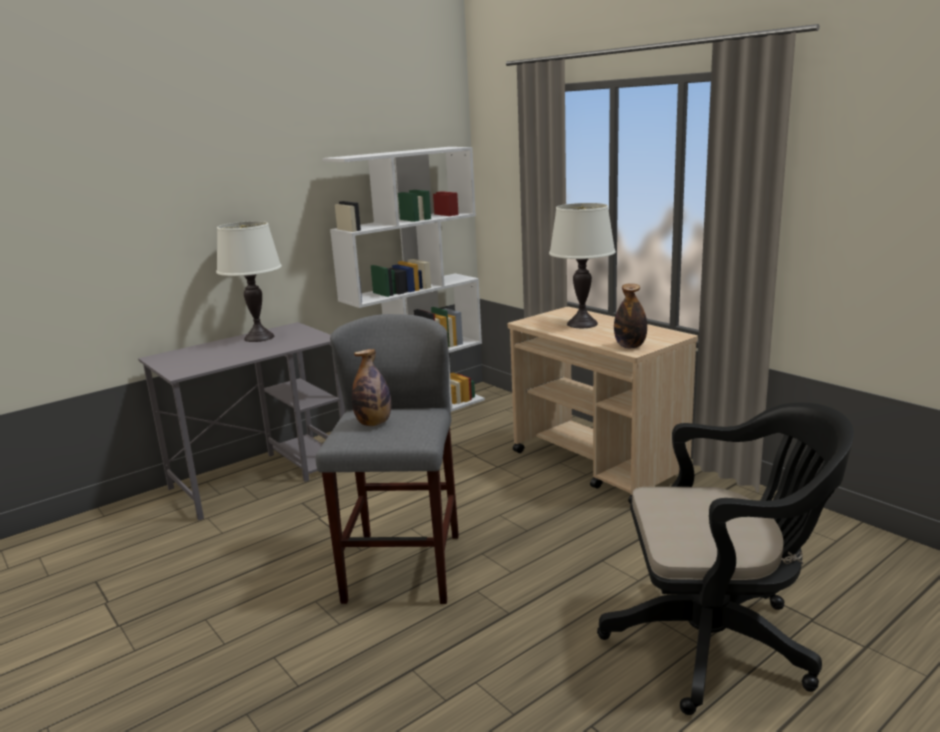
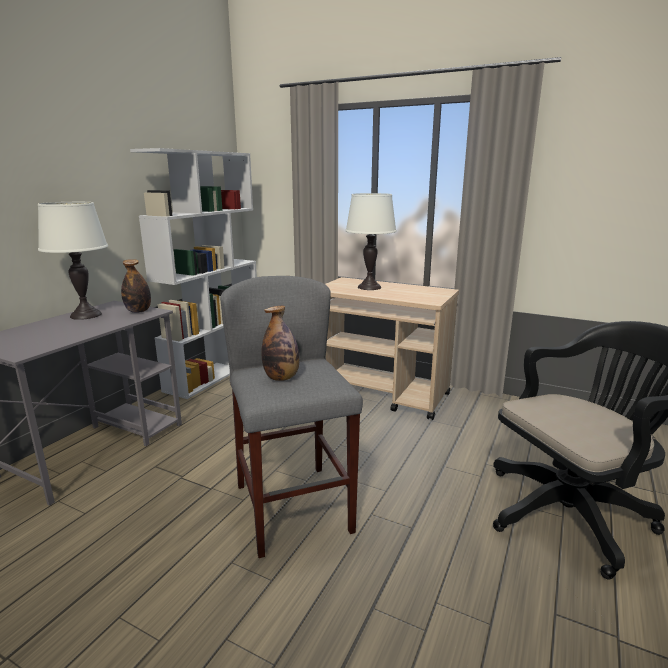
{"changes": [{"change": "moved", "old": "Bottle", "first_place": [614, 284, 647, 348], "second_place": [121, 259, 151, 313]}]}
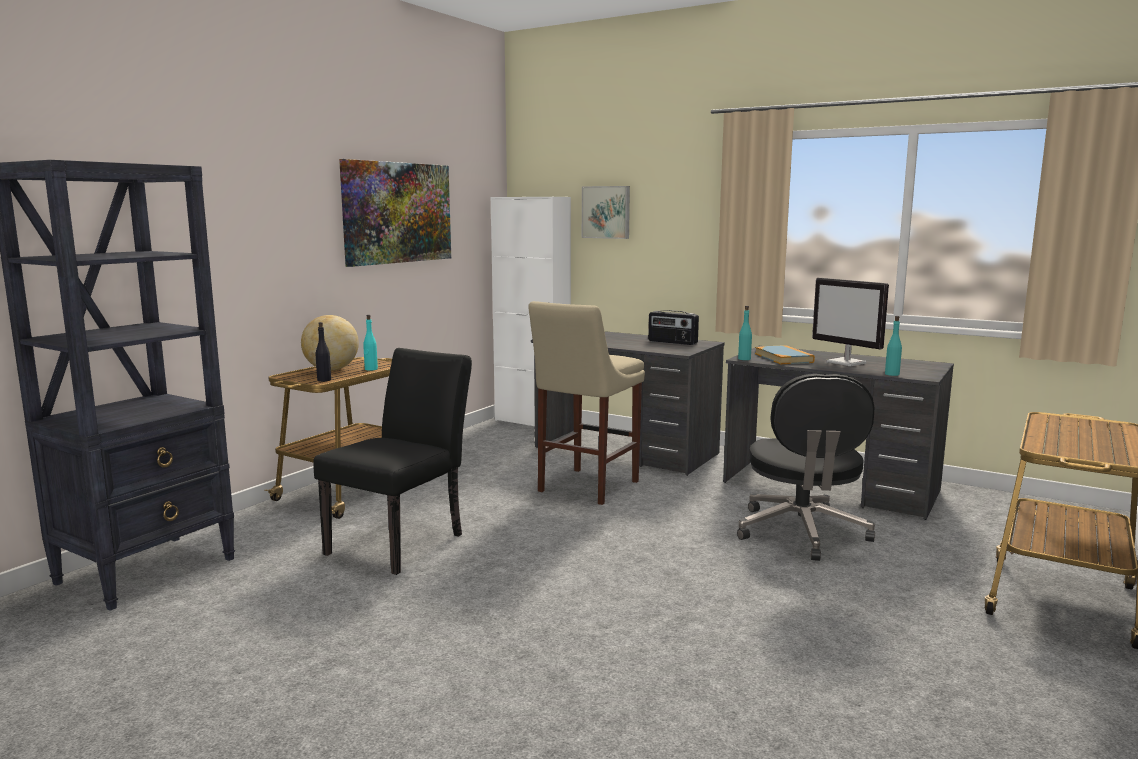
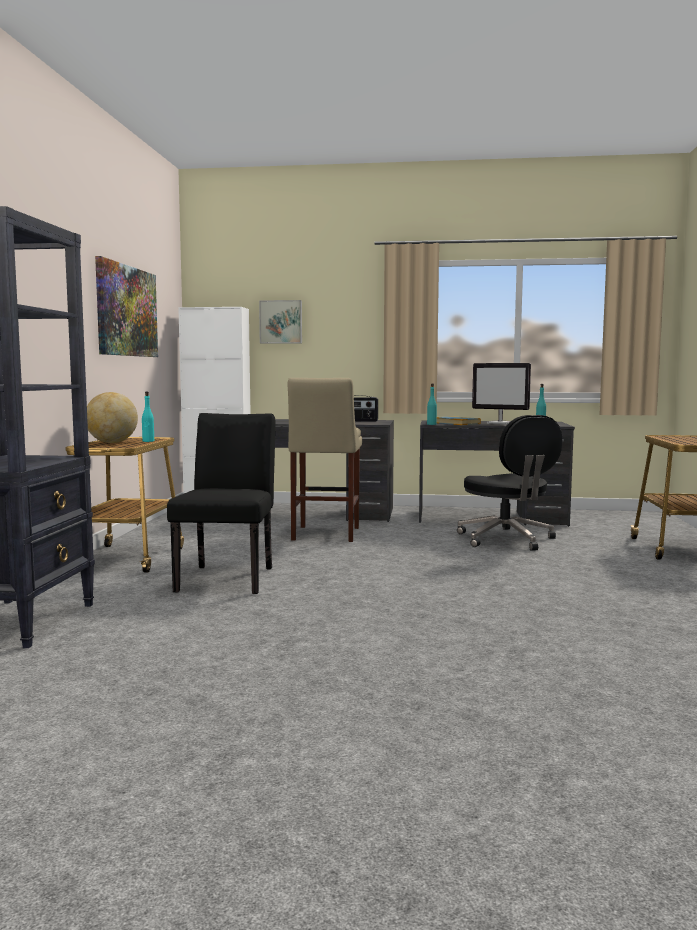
{"changes": [{"change": "removed", "old": "BlackBottle", "first_place": [316, 322, 331, 382]}]}
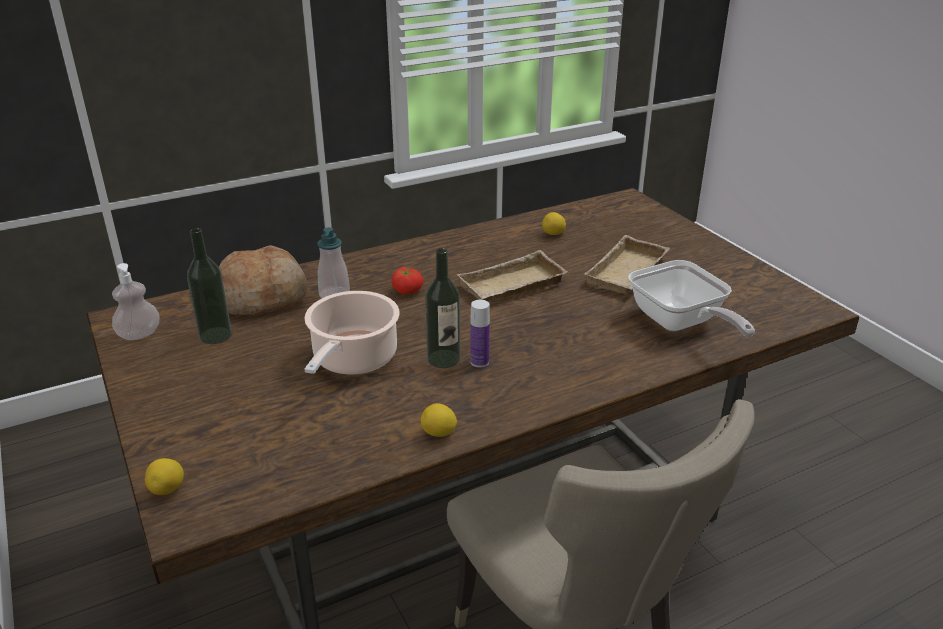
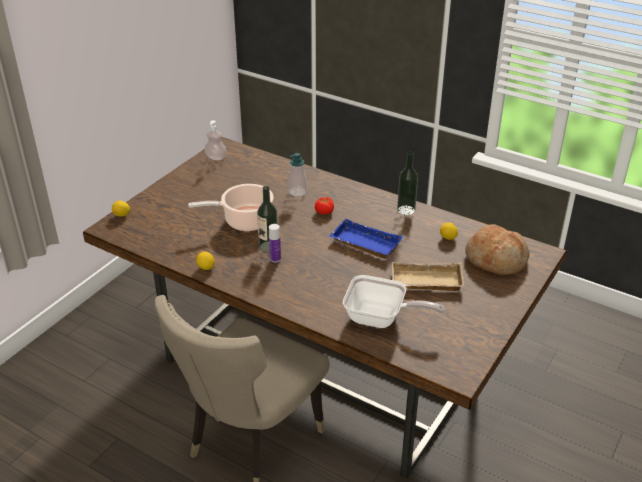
{"changes": [{"change": "moved", "old": "Bottle", "first_place": [187, 228, 232, 344], "second_place": [397, 151, 418, 216]}, {"change": "moved", "old": "Bread", "first_place": [219, 245, 307, 316], "second_place": [465, 224, 529, 275]}, {"change": "recoloured", "old": "BeigeTray", "new": "BlueTray", "first_place": [457, 250, 568, 302], "second_place": [329, 219, 403, 259]}, {"change": "turned", "old": "FryingPan", "first_place": [628, 260, 755, 337], "second_place": [343, 275, 445, 328], "degrees": -105}]}
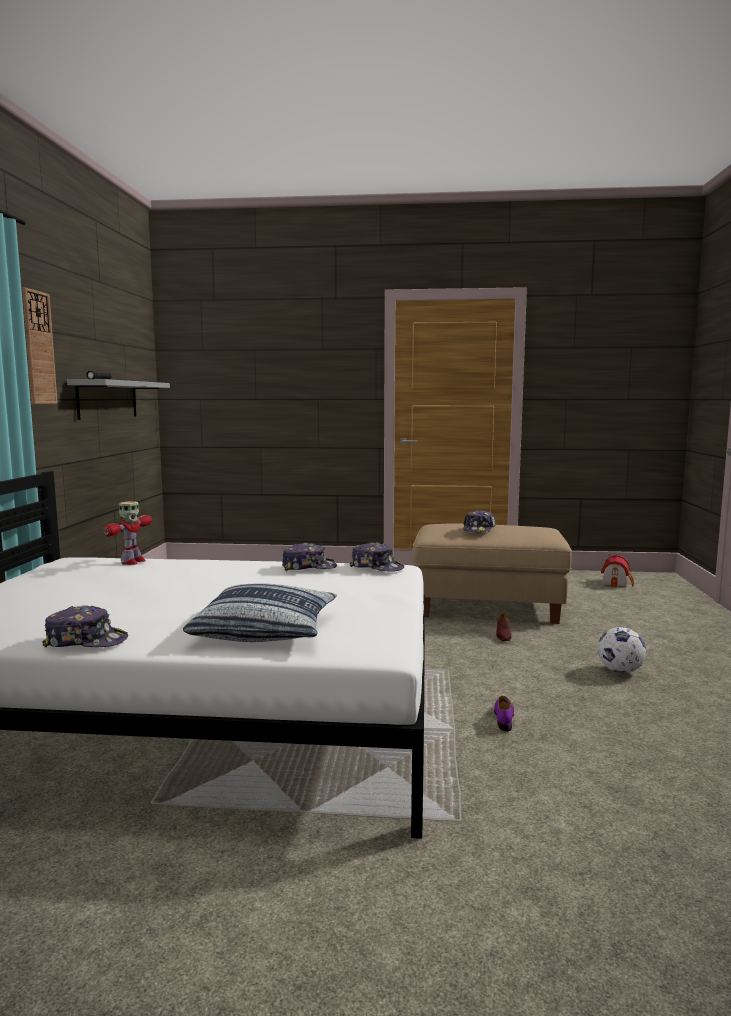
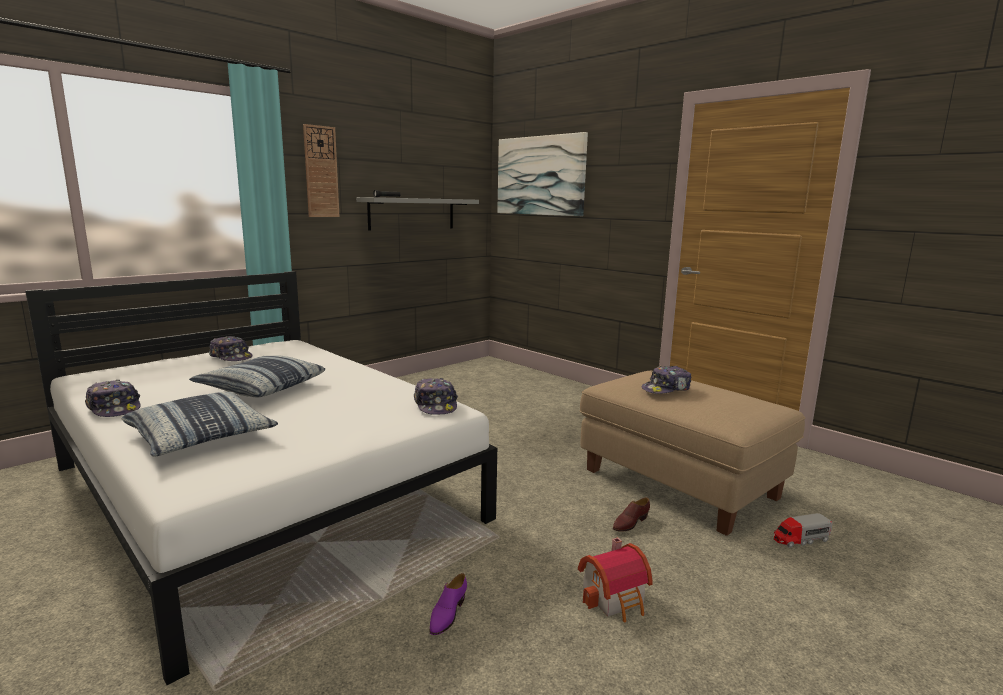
{"changes": [{"change": "removed", "old": "ToyRobot", "first_place": [103, 501, 152, 565]}, {"change": "removed", "old": "Football", "first_place": [598, 627, 646, 673]}, {"change": "added", "new": "Pillow", "second_place": [189, 355, 325, 397]}, {"change": "added", "new": "Picture", "second_place": [497, 132, 588, 216]}, {"change": "added", "new": "ToyTruck", "second_place": [774, 513, 833, 548]}, {"change": "moved", "old": "Cap", "first_place": [282, 543, 337, 571], "second_place": [209, 336, 252, 361]}, {"change": "moved", "old": "ToyHouse", "first_place": [601, 554, 634, 587], "second_place": [578, 537, 653, 622]}, {"change": "turned", "old": "PurpleShoe", "first_place": [494, 696, 514, 732], "second_place": [429, 573, 467, 635], "degrees": 150}]}
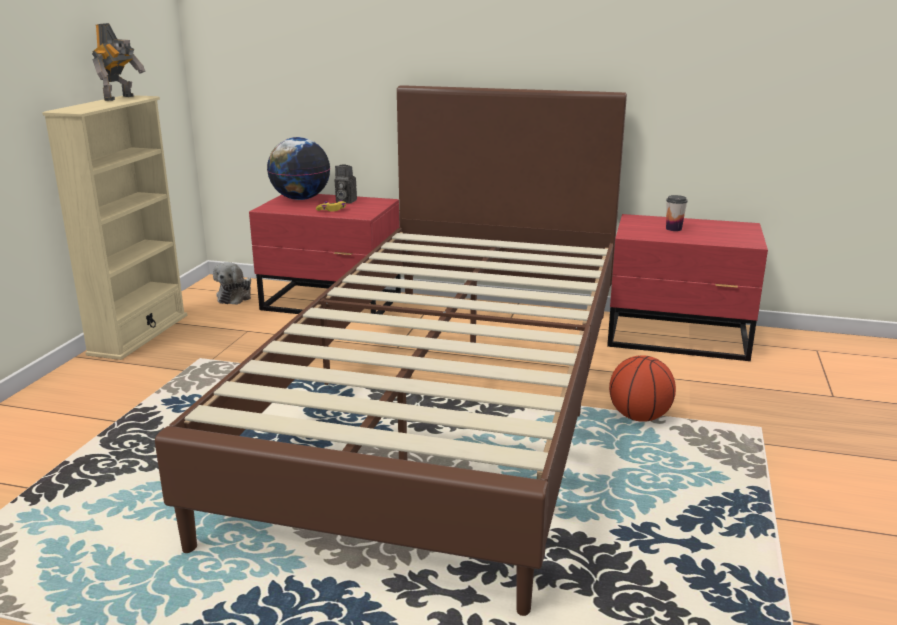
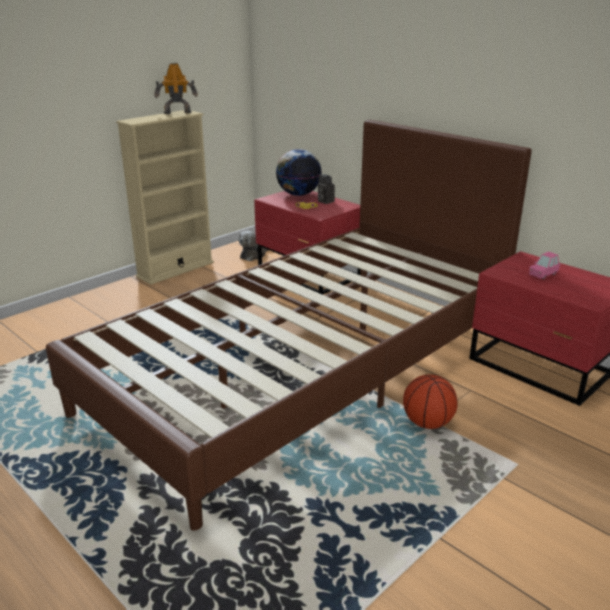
{"changes": [{"change": "replaced", "old": "Cup", "new": "PinkToyCar", "first_place": [666, 195, 688, 231], "second_place": [529, 252, 560, 279]}, {"change": "turned", "old": "ToyRobot", "first_place": [92, 23, 145, 101], "second_place": [154, 63, 198, 114], "degrees": -150}]}
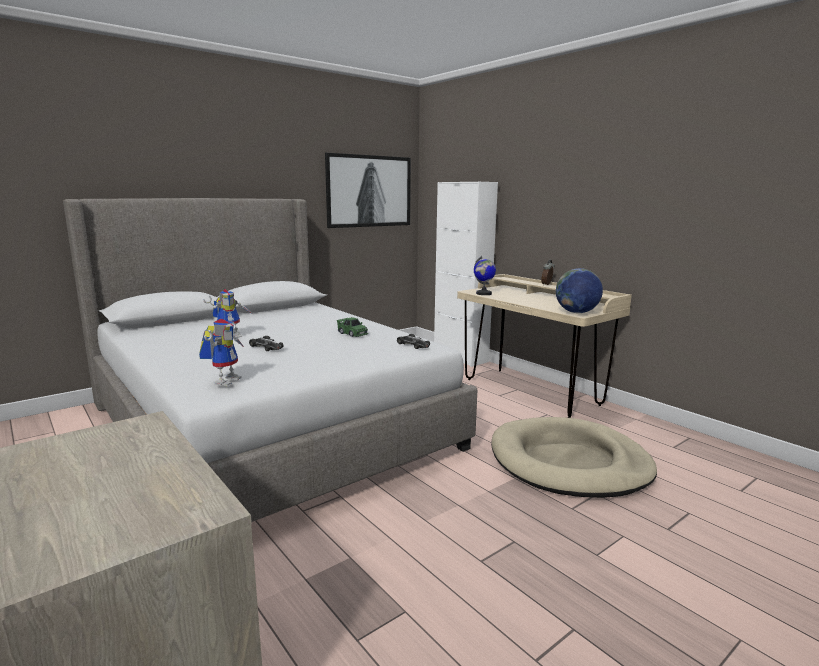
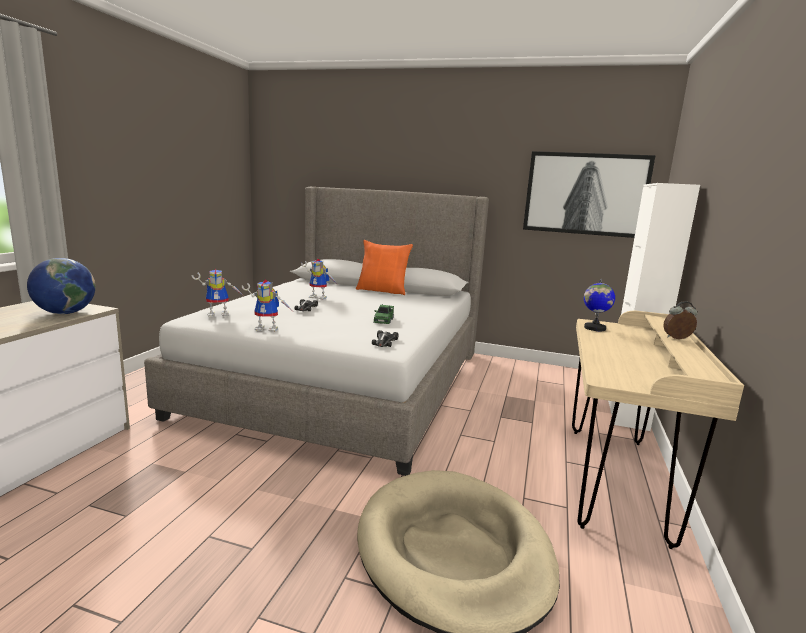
{"changes": [{"change": "added", "new": "ToyRobot", "second_place": [242, 279, 292, 332]}, {"change": "added", "new": "OrangePillow", "second_place": [356, 240, 413, 295]}, {"change": "moved", "old": "Globe", "first_place": [556, 268, 603, 313], "second_place": [27, 258, 96, 314]}]}
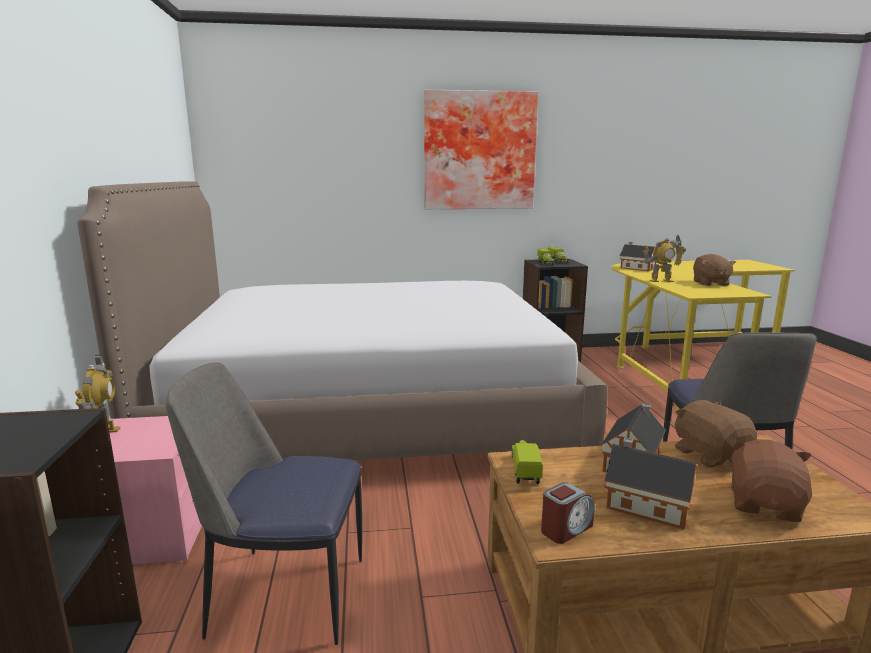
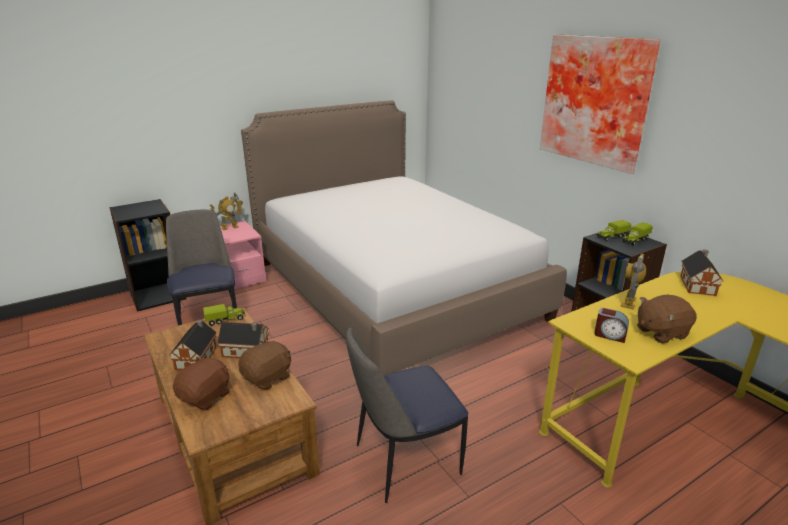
{"changes": [{"change": "moved", "old": "AlarmClock", "first_place": [541, 482, 595, 544], "second_place": [594, 308, 629, 343]}, {"change": "turned", "old": "ToyRobot", "first_place": [643, 235, 686, 282], "second_place": [620, 254, 646, 310], "degrees": 60}, {"change": "turned", "old": "BrownPlushToy", "first_place": [730, 439, 812, 522], "second_place": [173, 356, 230, 410], "degrees": -60}]}
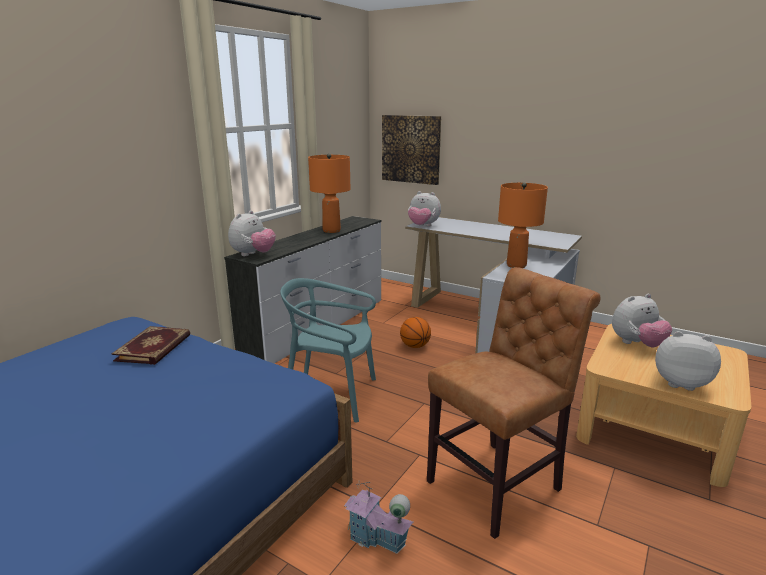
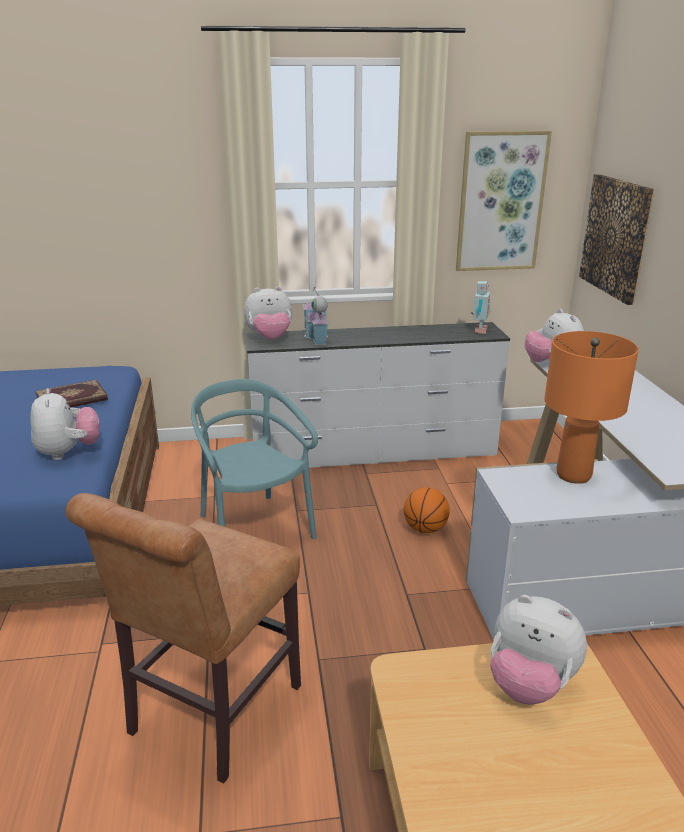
{"changes": [{"change": "removed", "old": "OrangeTableLamp", "first_place": [308, 153, 350, 233]}, {"change": "added", "new": "Picture", "second_place": [456, 131, 552, 271]}, {"change": "added", "new": "ToyRobot", "second_place": [471, 281, 491, 334]}, {"change": "moved", "old": "ToyHouse", "first_place": [344, 482, 413, 554], "second_place": [303, 286, 329, 345]}, {"change": "moved", "old": "PlushToy", "first_place": [655, 331, 721, 391], "second_place": [30, 388, 100, 460]}, {"change": "turned", "old": "BrownChair", "first_place": [427, 267, 601, 539], "second_place": [65, 493, 301, 783], "degrees": 105}]}
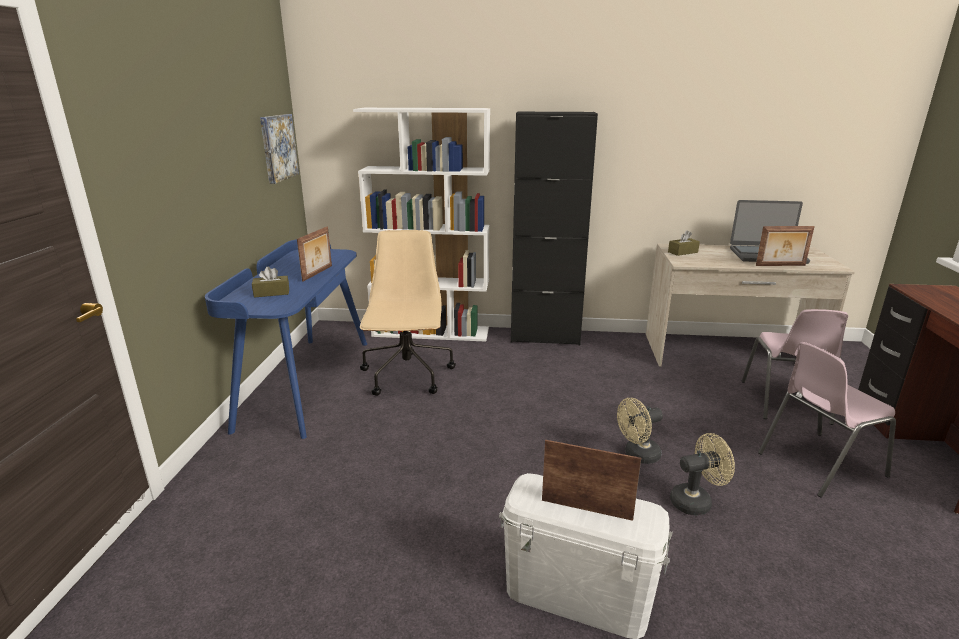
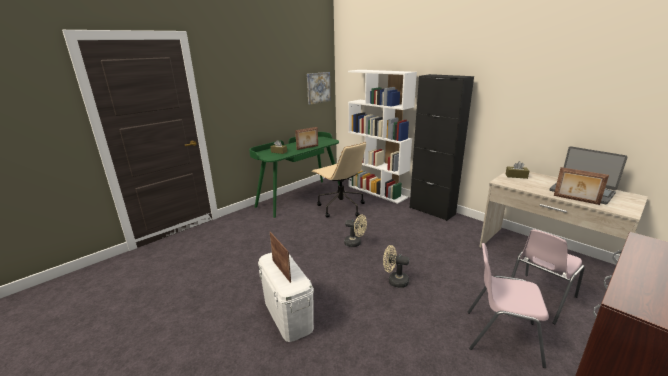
{"changes": [{"change": "moved", "old": "BeigeFan", "first_place": [670, 433, 735, 515], "second_place": [344, 214, 367, 247]}, {"change": "recoloured", "old": "BlueDesk", "new": "GreenDesk", "first_place": [205, 239, 367, 439], "second_place": [249, 132, 340, 218]}, {"change": "turned", "old": "BeigeOfficeChair", "first_place": [360, 230, 456, 396], "second_place": [311, 142, 366, 217], "degrees": 105}]}
